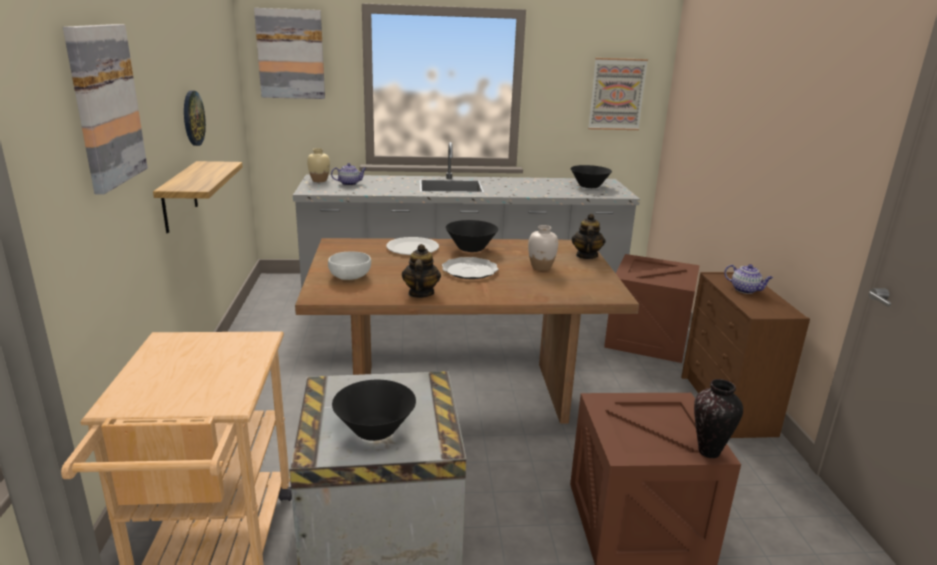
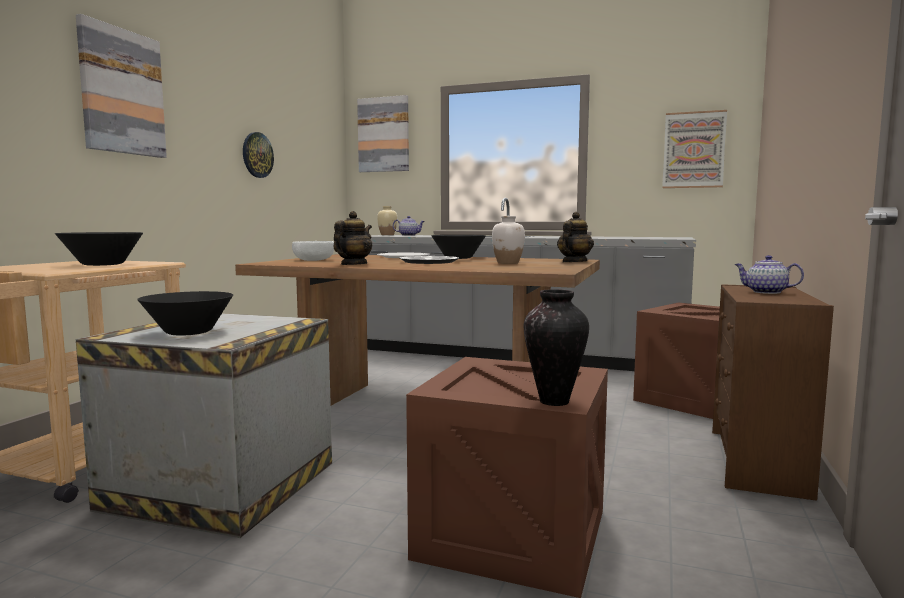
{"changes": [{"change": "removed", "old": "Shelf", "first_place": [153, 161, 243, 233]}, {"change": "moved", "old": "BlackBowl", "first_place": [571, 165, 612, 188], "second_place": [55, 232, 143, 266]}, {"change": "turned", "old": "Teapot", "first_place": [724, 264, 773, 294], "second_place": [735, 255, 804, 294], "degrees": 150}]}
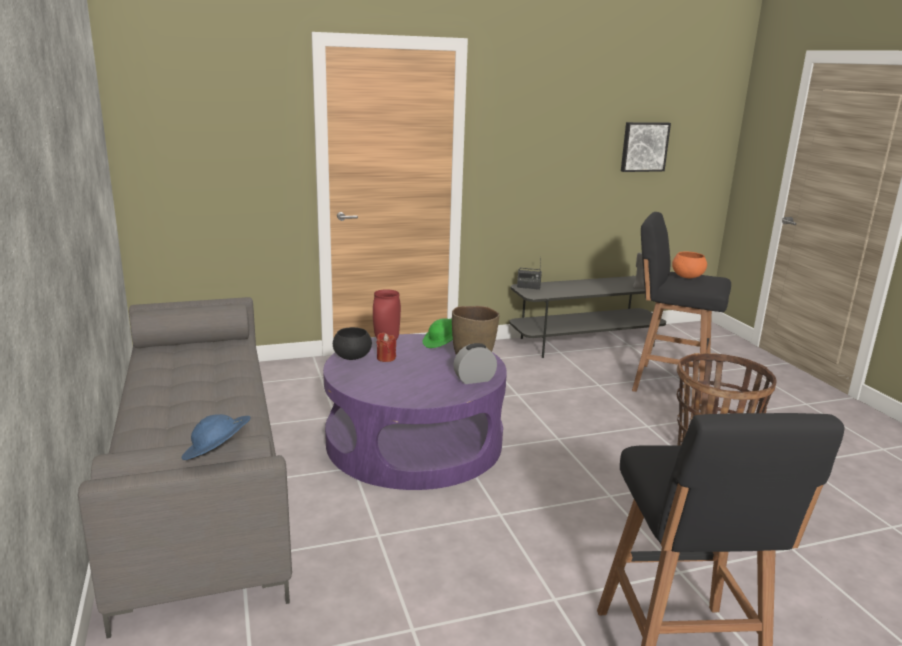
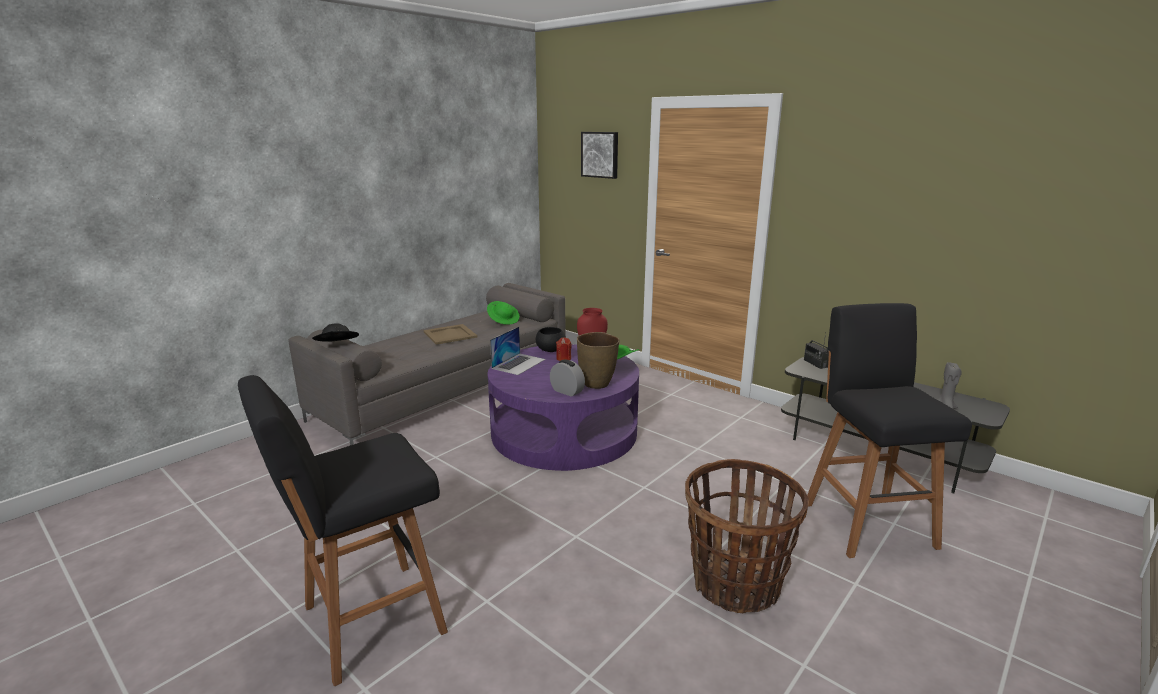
{"changes": [{"change": "removed", "old": "OrangeBowl", "first_place": [672, 252, 707, 278]}, {"change": "added", "new": "BeigeTray", "second_place": [423, 324, 477, 345]}, {"change": "added", "new": "GreenHat", "second_place": [487, 301, 519, 325]}, {"change": "added", "new": "Laptop", "second_place": [490, 327, 545, 375]}, {"change": "moved", "old": "Picture", "first_place": [621, 122, 671, 172], "second_place": [581, 132, 618, 179]}, {"change": "recoloured", "old": "BlueHat", "new": "BlackHat", "first_place": [181, 414, 251, 460], "second_place": [312, 323, 359, 342]}]}
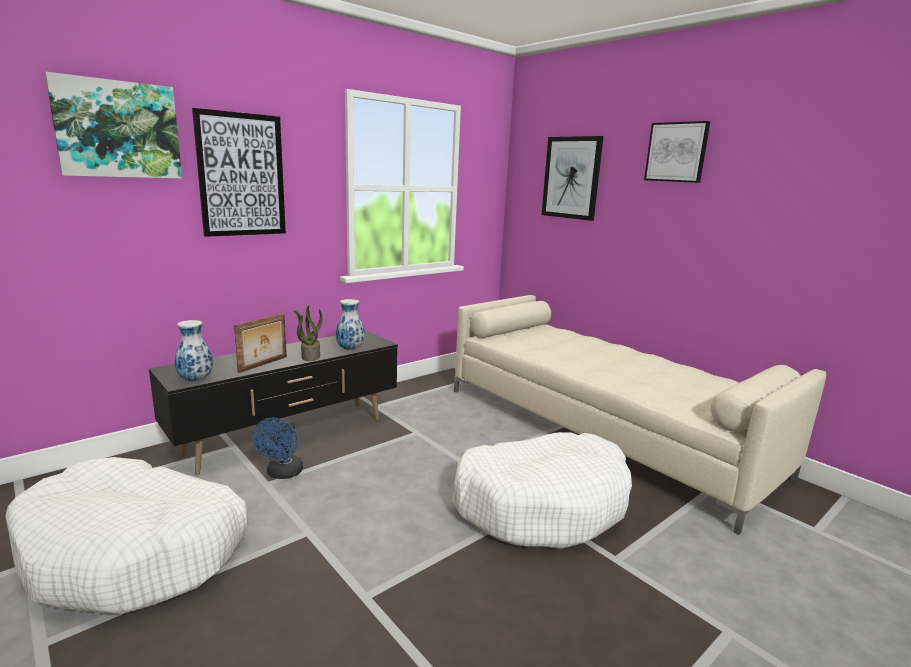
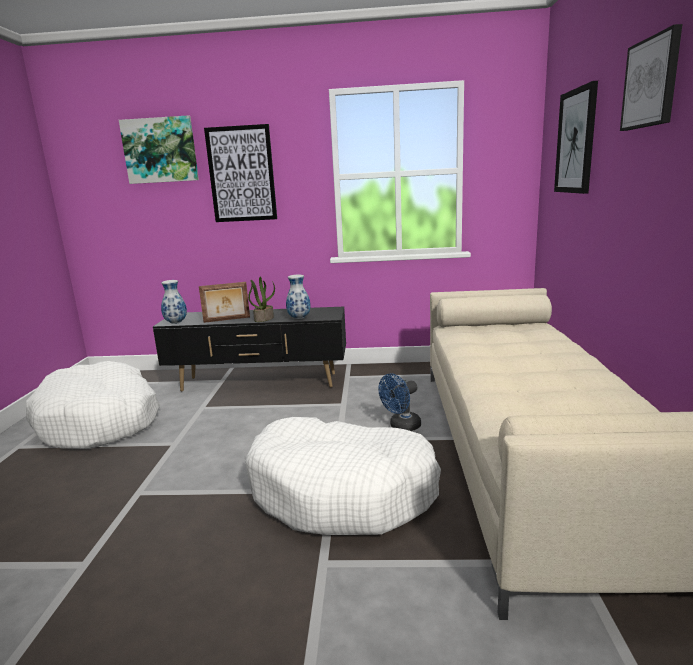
{"changes": [{"change": "moved", "old": "BlueFan", "first_place": [253, 418, 303, 479], "second_place": [379, 374, 421, 431]}]}
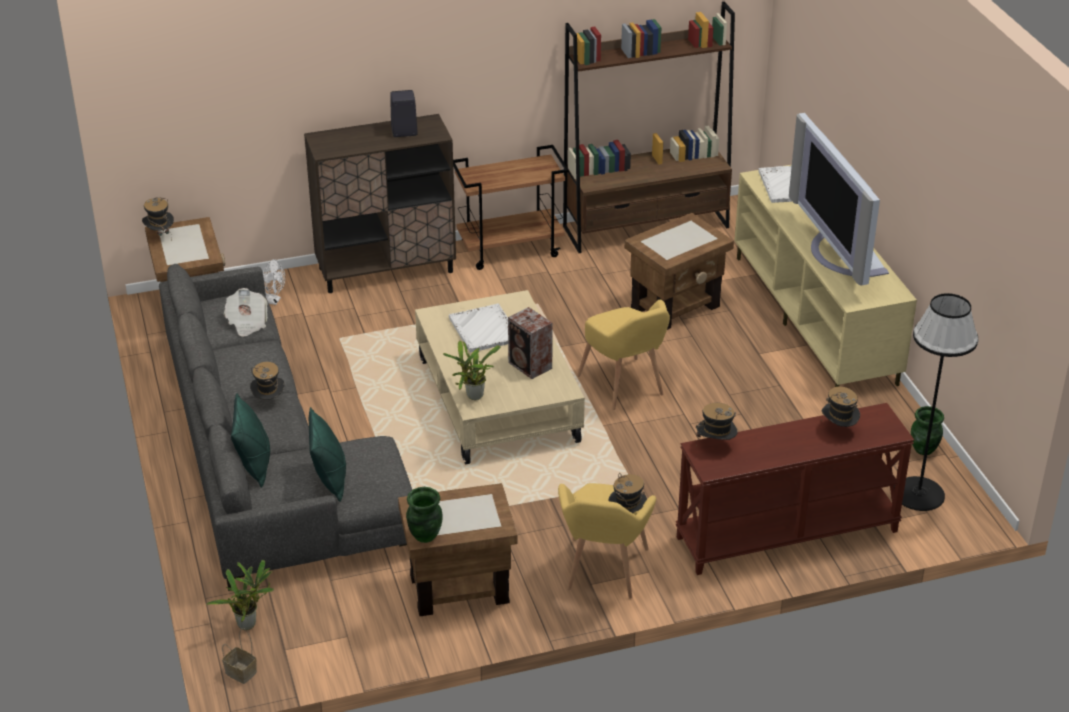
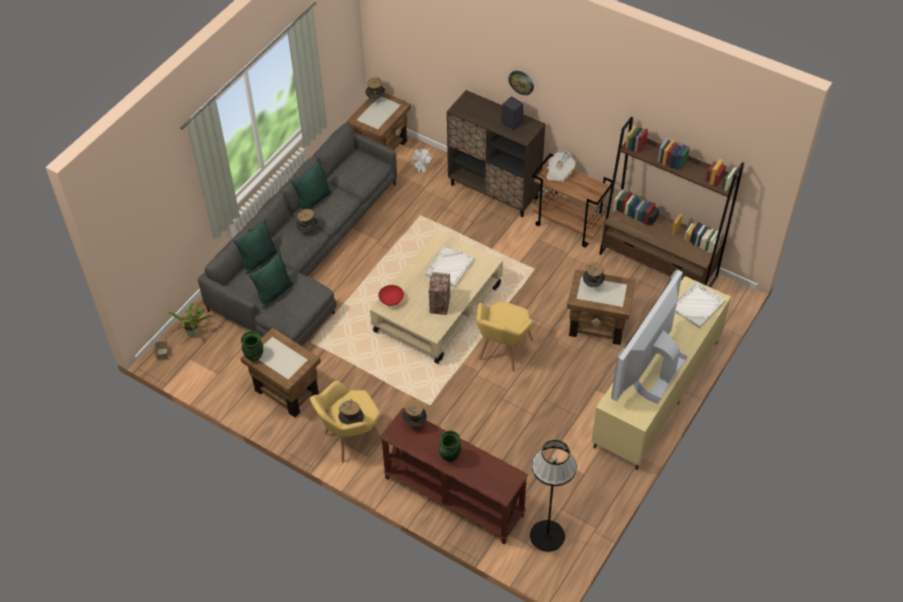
{"changes": [{"change": "added", "new": "GreenPillow", "second_place": [291, 161, 332, 210]}, {"change": "added", "new": "WallClock", "second_place": [508, 71, 534, 95]}, {"change": "moved", "old": "Newspaper", "first_place": [224, 288, 268, 337], "second_place": [547, 152, 575, 182]}, {"change": "moved", "old": "Hat", "first_place": [821, 387, 860, 427], "second_place": [583, 262, 605, 287]}, {"change": "moved", "old": "GreenVase", "first_place": [911, 406, 944, 455], "second_place": [438, 430, 461, 462]}, {"change": "replaced", "old": "PottedPlant", "new": "RedBowl", "first_place": [443, 341, 501, 400], "second_place": [378, 285, 404, 306]}]}
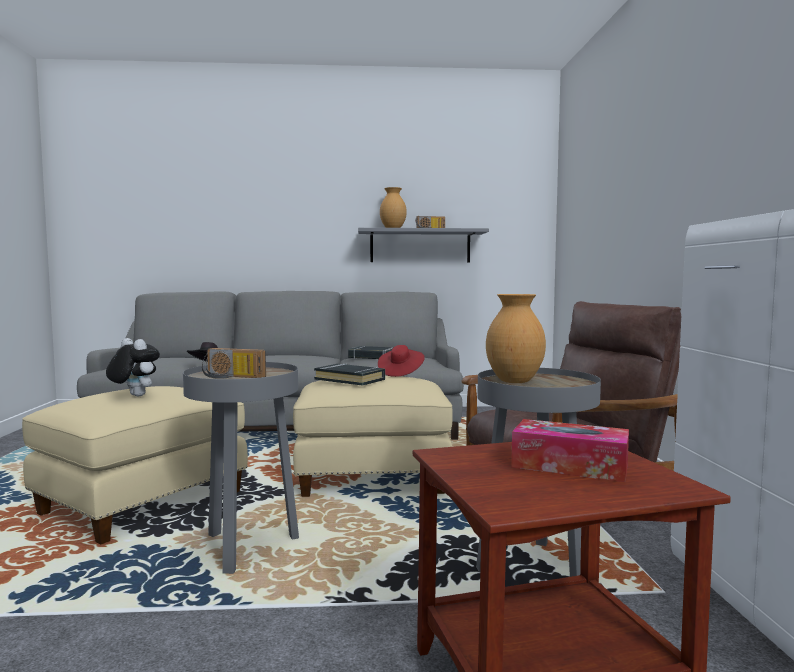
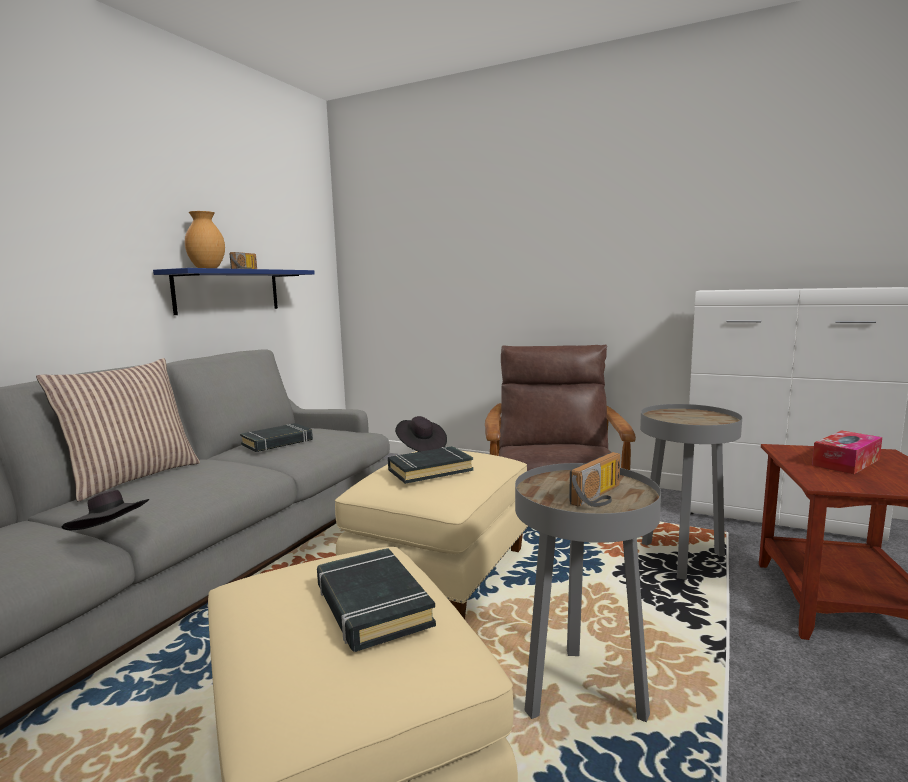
{"changes": [{"change": "removed", "old": "BrownVase", "first_place": [486, 294, 546, 383]}, {"change": "added", "new": "Pillow", "second_place": [36, 358, 200, 501]}, {"change": "replaced", "old": "PlushToy", "new": "BlackBook", "first_place": [106, 338, 160, 396], "second_place": [317, 548, 436, 652]}, {"change": "recoloured", "old": "GreyShelf", "new": "BlueShelf", "first_place": [358, 228, 489, 262], "second_place": [153, 268, 315, 315]}, {"change": "recoloured", "old": "RedHat", "new": "BlackHat", "first_place": [378, 345, 425, 377], "second_place": [395, 416, 447, 452]}]}
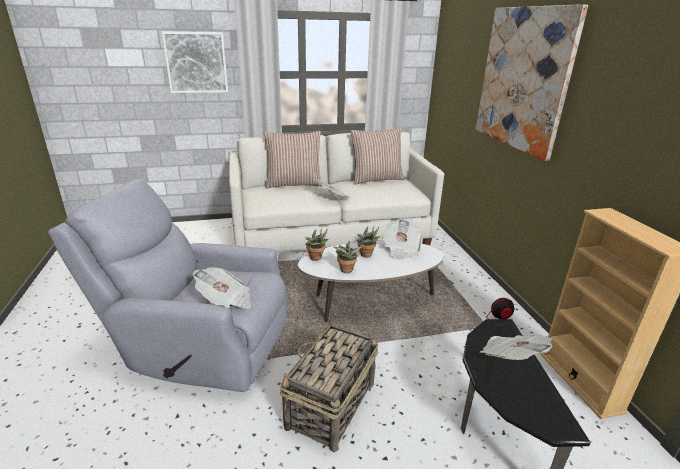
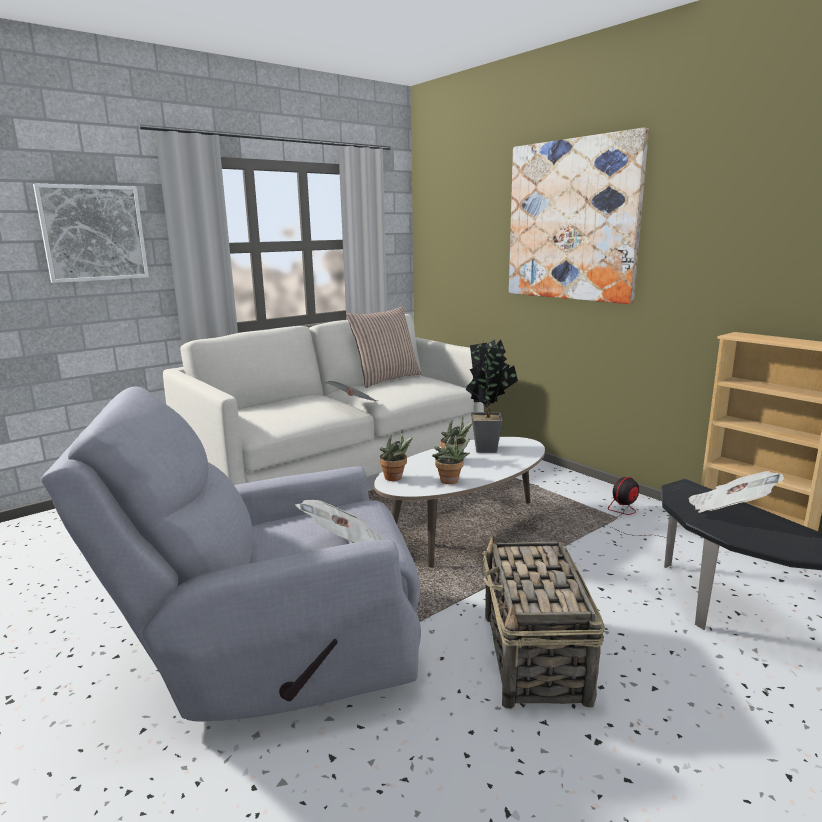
{"changes": [{"change": "removed", "old": "Pillow", "first_place": [264, 131, 323, 188]}, {"change": "replaced", "old": "Newspaper", "new": "PottedPlant", "first_place": [382, 219, 424, 260], "second_place": [465, 339, 518, 453]}]}
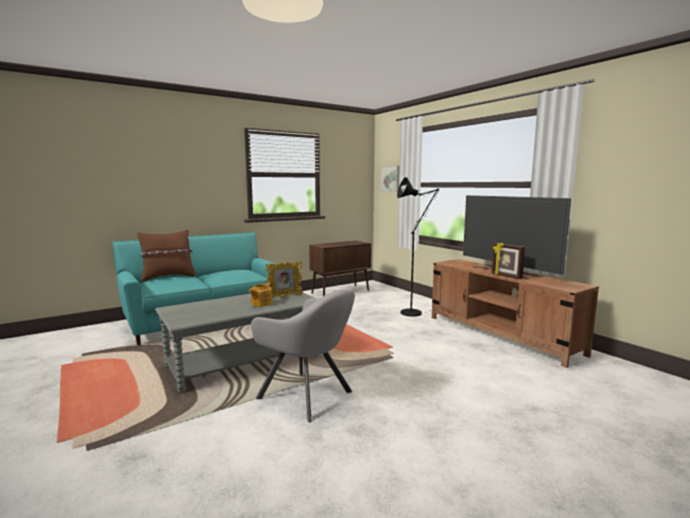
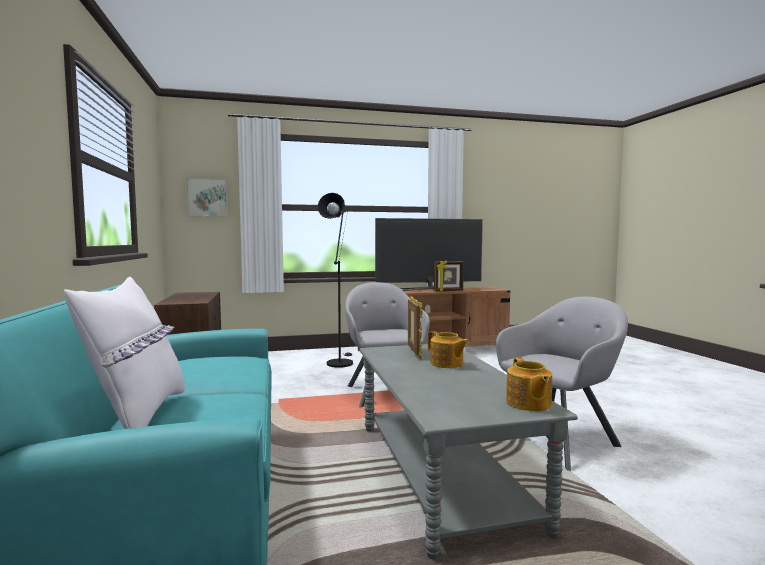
{"changes": [{"change": "added", "new": "GreyArmchair", "second_place": [345, 282, 430, 408]}, {"change": "added", "new": "Teapot", "second_place": [506, 357, 552, 411]}, {"change": "recoloured", "old": "BrownPillow", "new": "WhitePillow", "first_place": [137, 230, 195, 281], "second_place": [64, 277, 185, 429]}]}
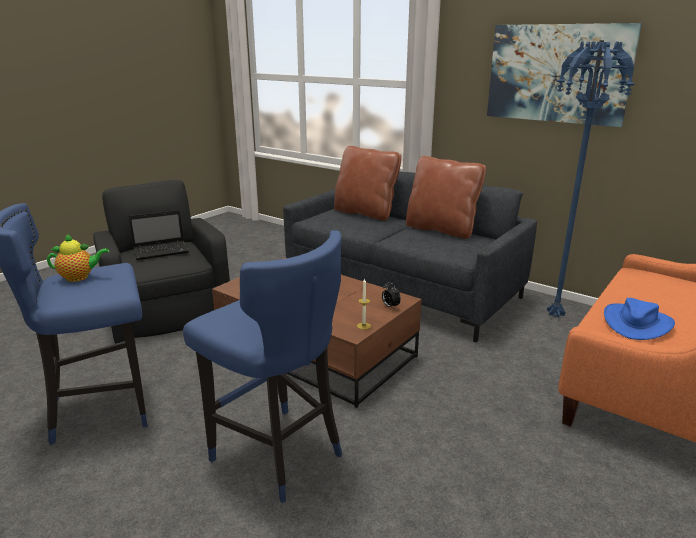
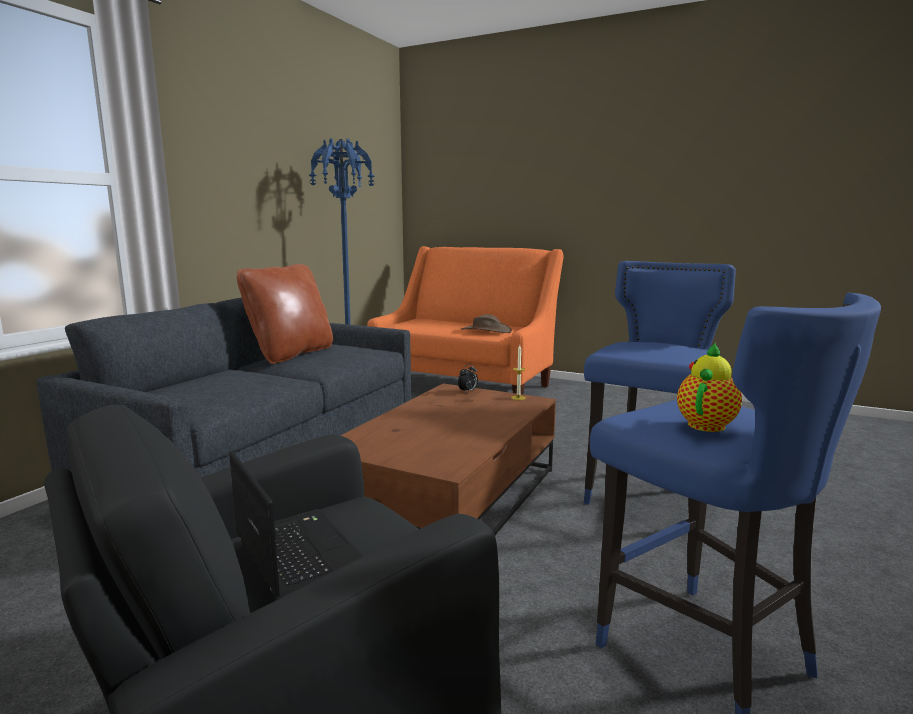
{"changes": [{"change": "removed", "old": "BrownPillow", "first_place": [334, 146, 401, 221]}, {"change": "removed", "old": "Picture", "first_place": [487, 23, 642, 127]}, {"change": "recoloured", "old": "BlueHat", "new": "BrownHat", "first_place": [604, 298, 675, 340], "second_place": [462, 314, 512, 333]}, {"change": "turned", "old": "Teapot", "first_place": [47, 234, 109, 282], "second_place": [677, 342, 742, 432], "degrees": 60}]}
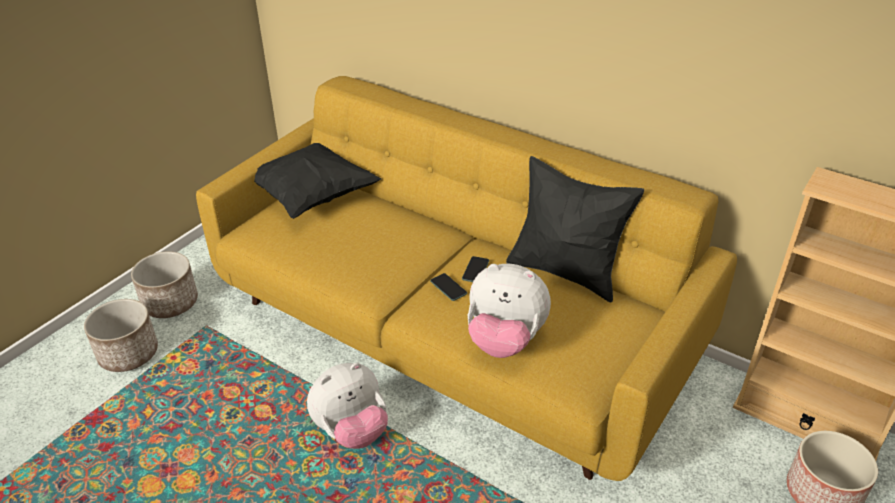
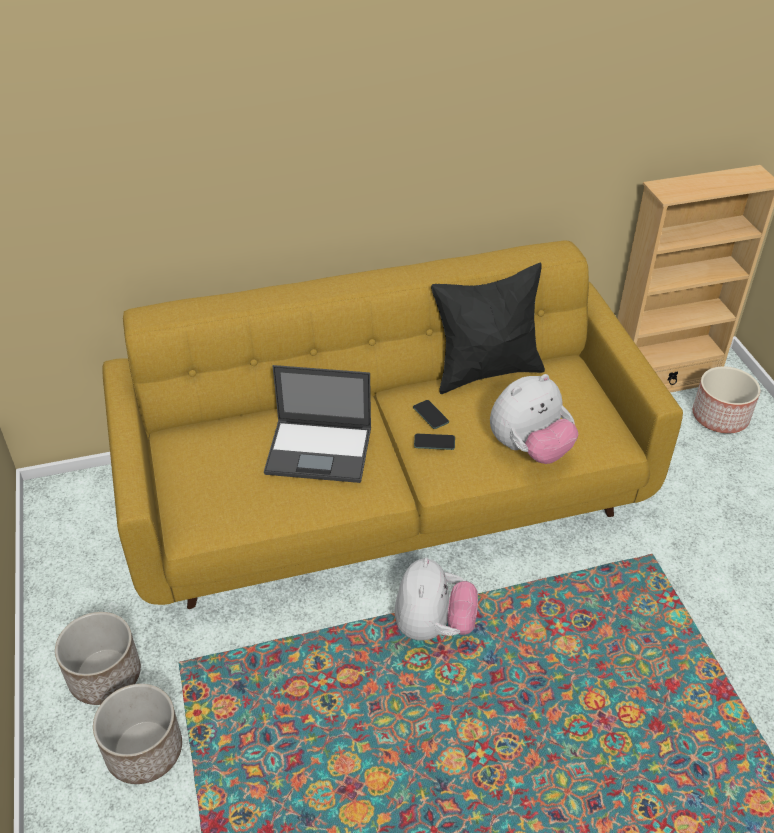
{"changes": [{"change": "removed", "old": "BlackPillow", "first_place": [254, 143, 381, 219]}, {"change": "added", "new": "Laptop", "second_place": [264, 365, 371, 483]}]}
